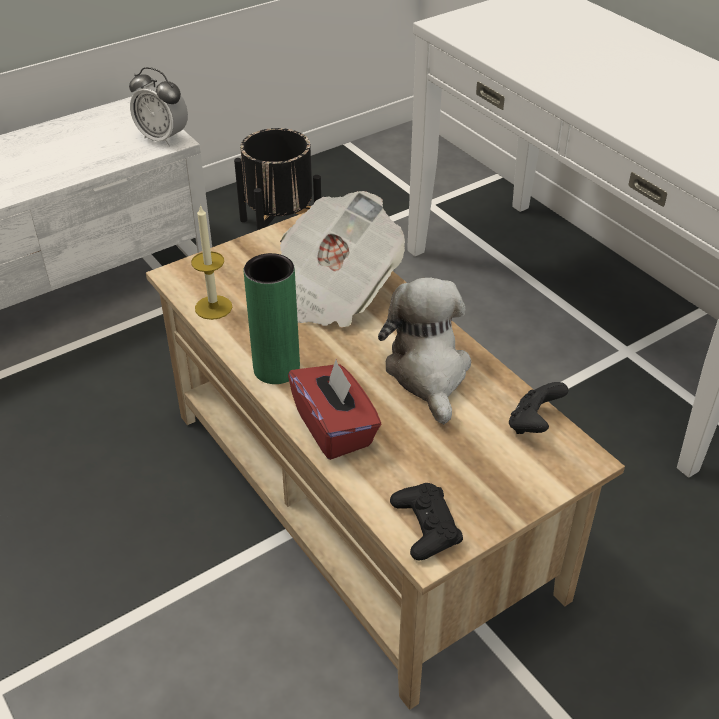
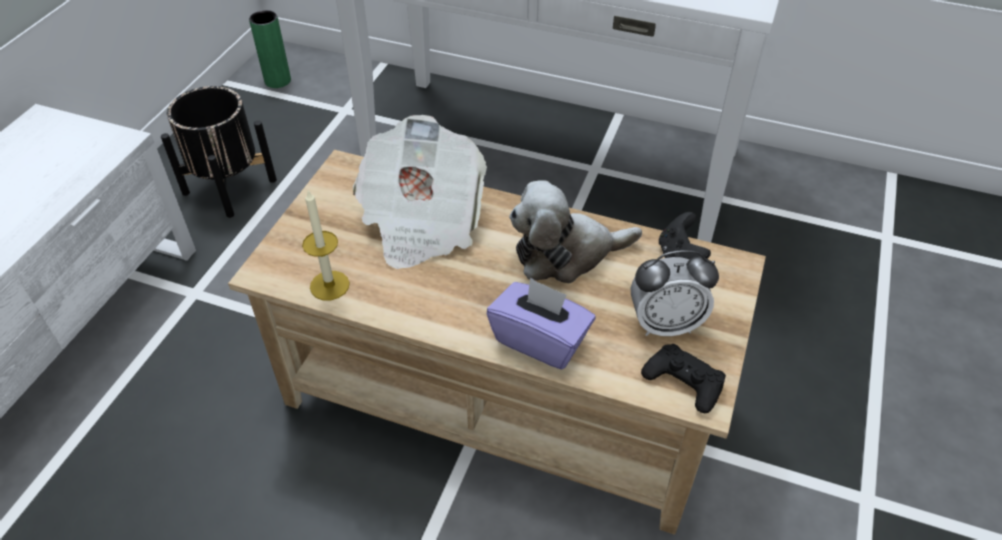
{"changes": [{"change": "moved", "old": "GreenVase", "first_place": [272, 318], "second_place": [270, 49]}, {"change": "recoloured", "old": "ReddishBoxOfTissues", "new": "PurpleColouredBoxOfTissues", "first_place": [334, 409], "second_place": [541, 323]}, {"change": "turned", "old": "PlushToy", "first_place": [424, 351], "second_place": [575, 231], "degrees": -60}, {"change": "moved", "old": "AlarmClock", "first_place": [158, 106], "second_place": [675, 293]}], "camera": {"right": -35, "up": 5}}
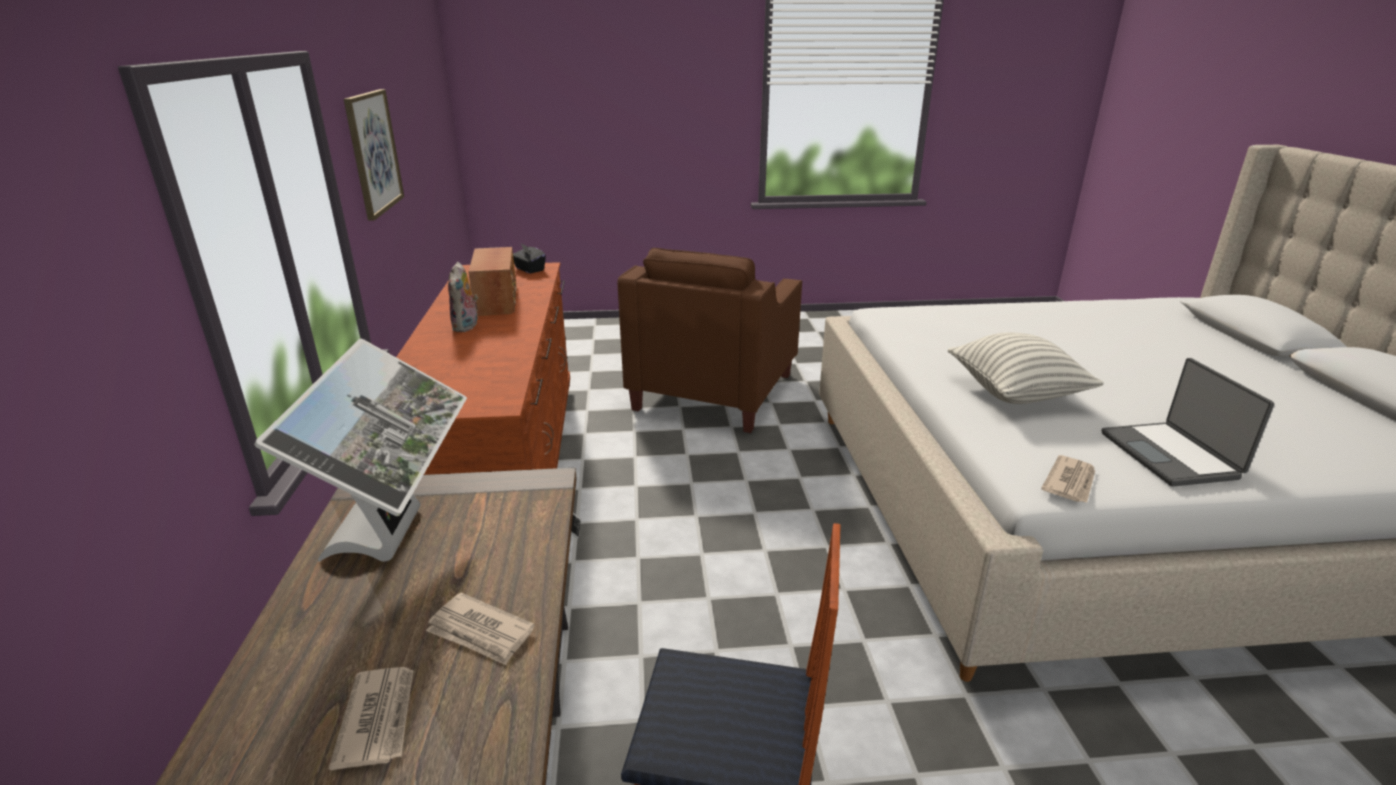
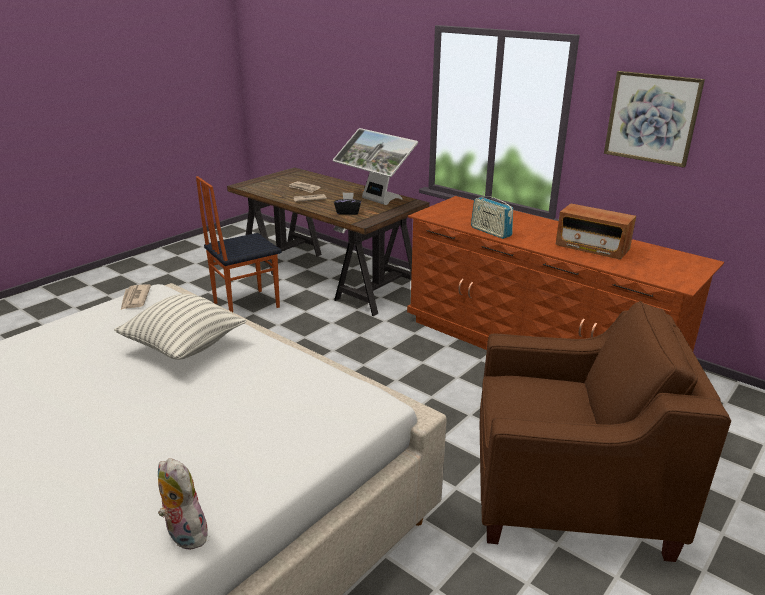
{"changes": [{"change": "moved", "old": "PlushToy", "first_place": [463, 297], "second_place": [185, 504]}, {"change": "moved", "old": "BlackColouredBoxOfTissues", "first_place": [529, 259], "second_place": [347, 203]}, {"change": "added", "new": "RadioSet", "second_place": [492, 215]}, {"change": "turned", "old": "BrownishEasyChair", "first_place": [709, 340], "second_place": [605, 431], "degrees": 120}, {"change": "removed", "old": "Laptop", "first_place": [1187, 422]}], "camera": {"right": 135, "up": 0}}
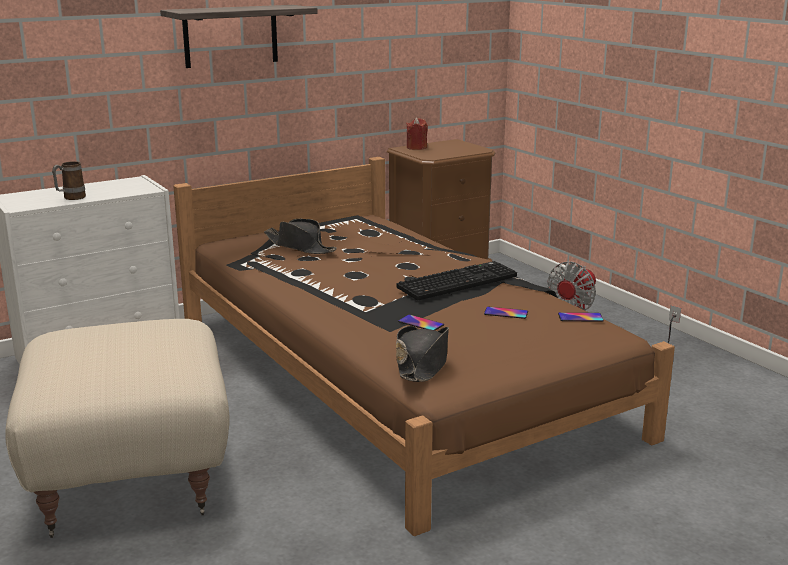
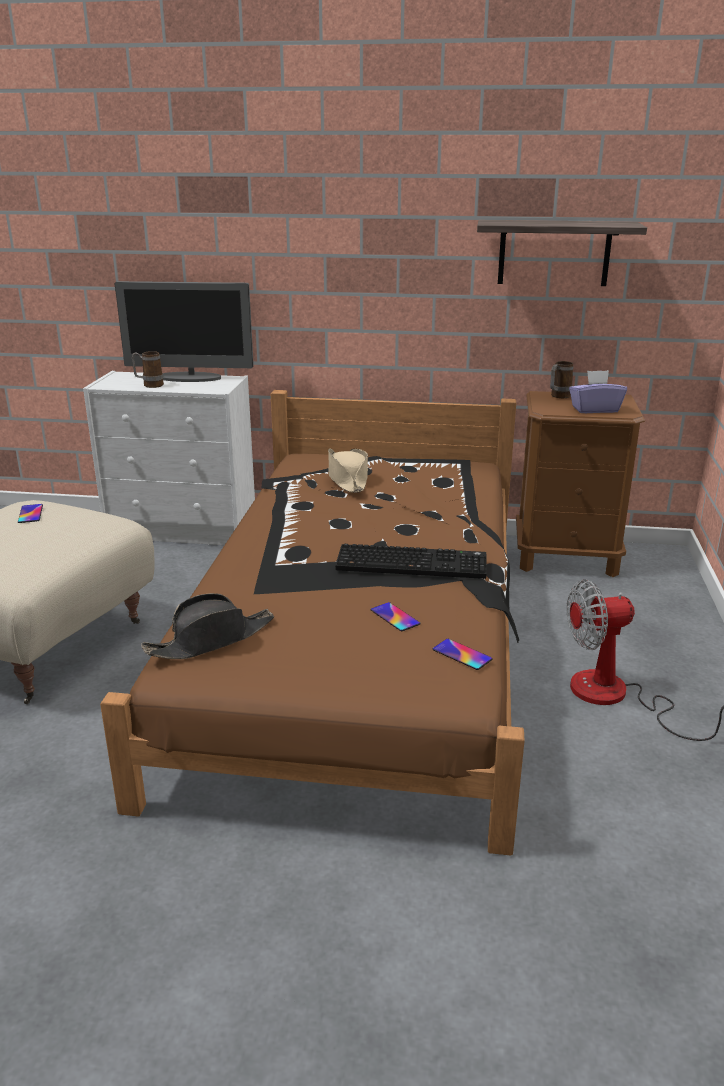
{"changes": [{"change": "moved", "old": "Telephone", "first_place": [421, 323], "second_place": [30, 513]}, {"change": "added", "new": "Monitor", "second_place": [184, 331]}, {"change": "recoloured", "old": "BlackColouredClothingHat", "new": "SandColouredClothingHat", "first_place": [300, 236], "second_place": [348, 471]}, {"change": "moved", "old": "BracketShelf", "first_place": [238, 36], "second_place": [562, 253]}, {"change": "replaced", "old": "ReddishWaxCandle", "new": "TeaMug", "first_place": [417, 133], "second_place": [561, 379]}, {"change": "added", "new": "PurpleColouredBoxOfTissues", "second_place": [598, 391]}], "camera": {"right": 40, "up": 5}}
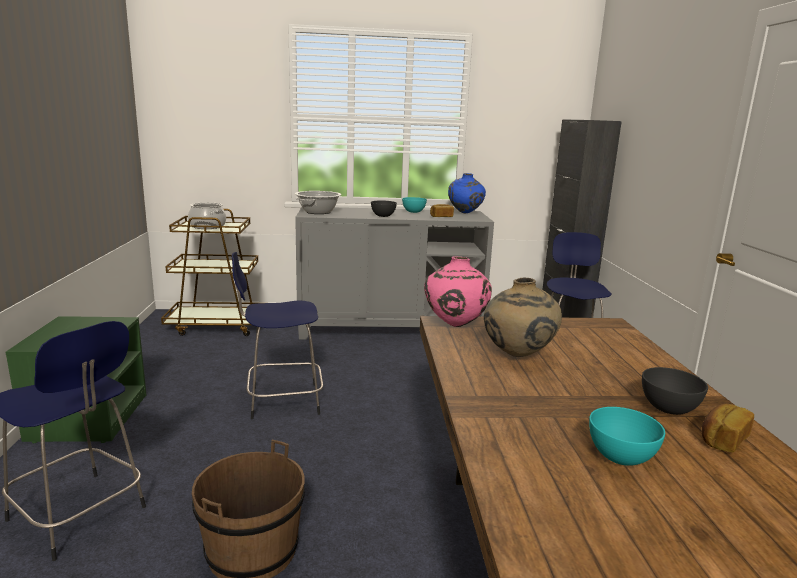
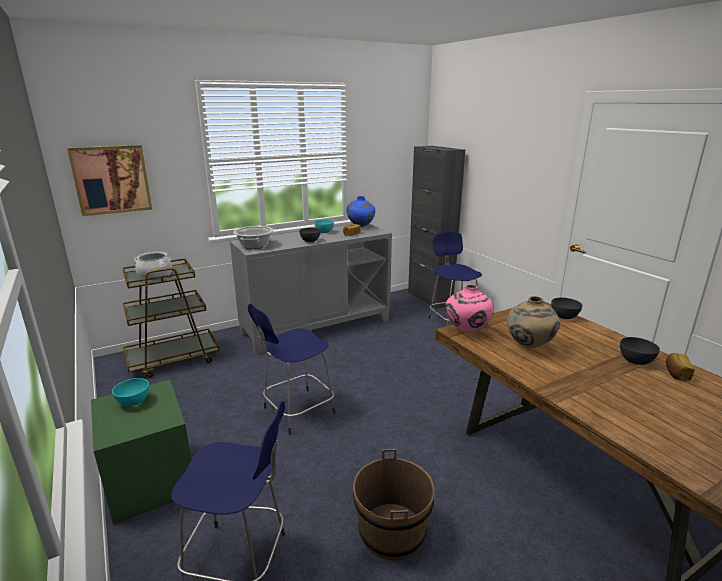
{"changes": [{"change": "added", "new": "Picture", "second_place": [109, 180]}, {"change": "moved", "old": "BlueGreenServingBowl", "first_place": [627, 436], "second_place": [130, 392]}, {"change": "added", "new": "GreyishServingBowl", "second_place": [566, 308]}], "camera": {"right": -25, "up": 5}}
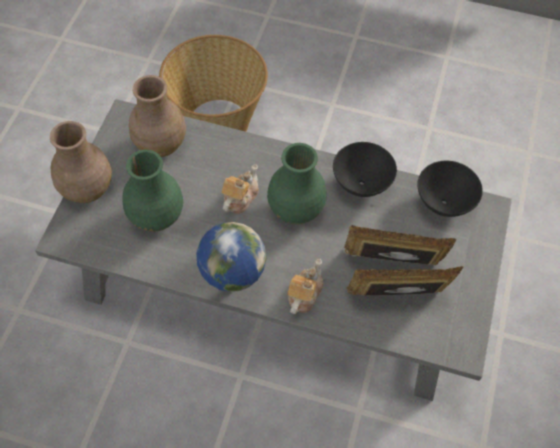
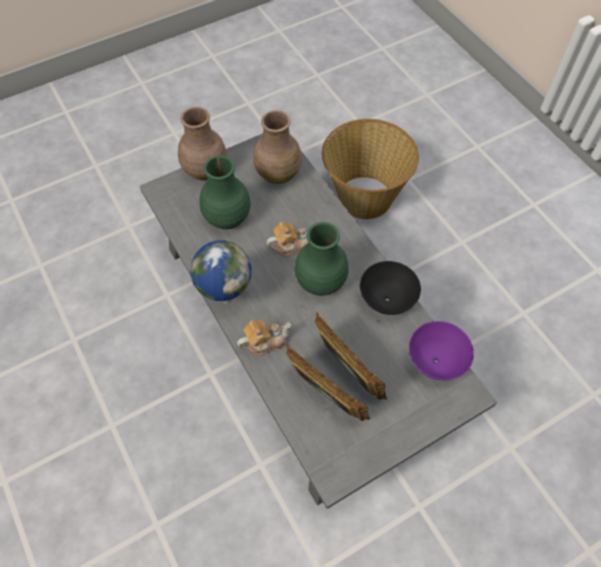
{"changes": [{"change": "recoloured", "old": "BlackColouredServingBowl", "new": "PurpleColouredServingBowl", "first_place": [450, 189], "second_place": [441, 350]}], "camera": {"right": 45, "up": 0}}
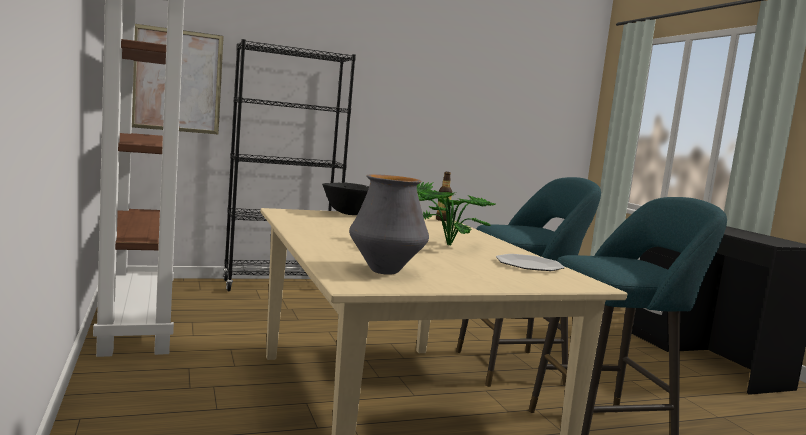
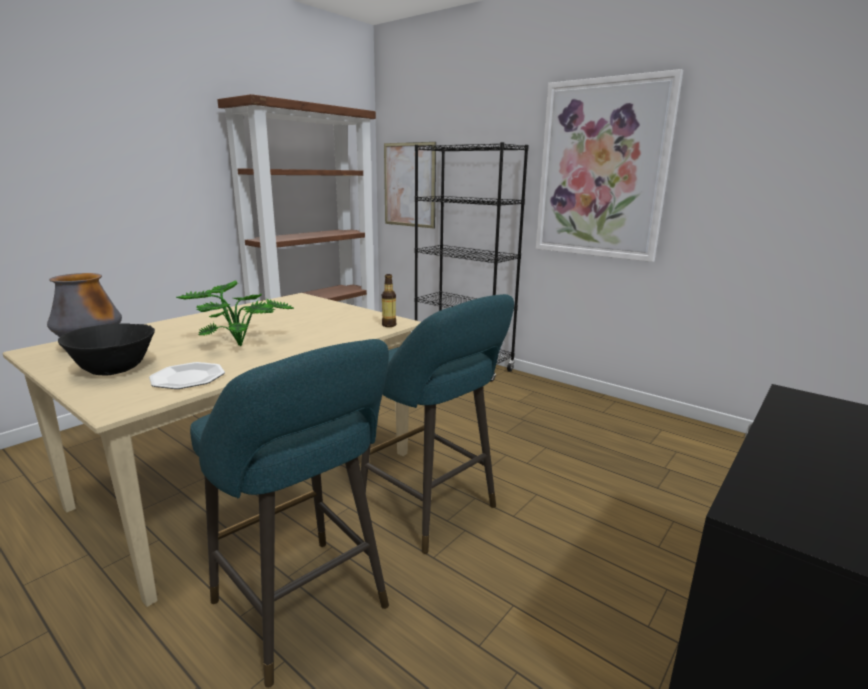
{"changes": [{"change": "moved", "old": "BlackColouredServingBowl", "first_place": [345, 199], "second_place": [106, 349]}, {"change": "added", "new": "Picture", "second_place": [609, 165]}], "camera": {"right": 60, "up": 10}}
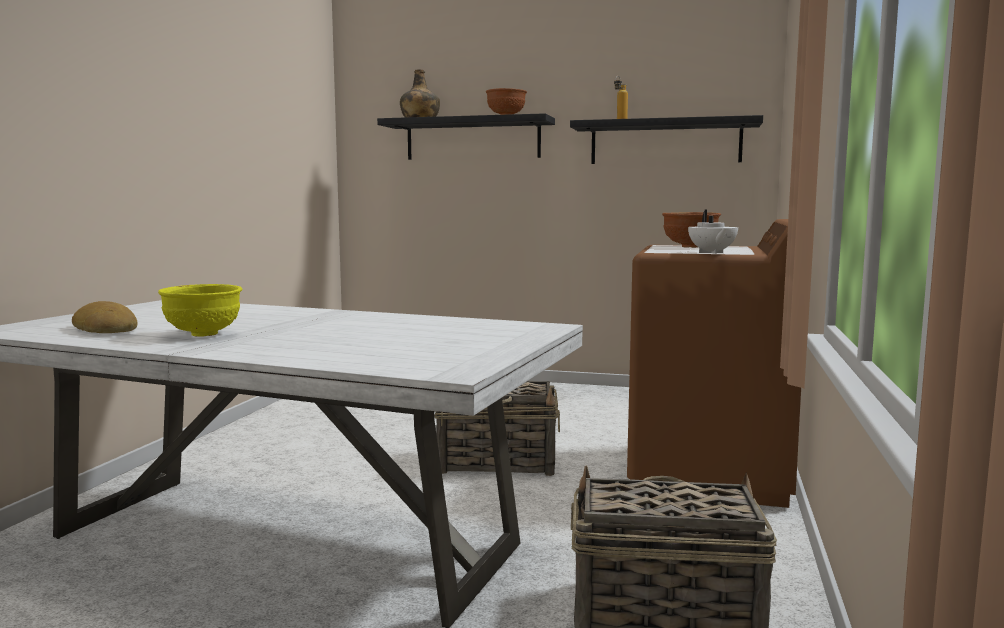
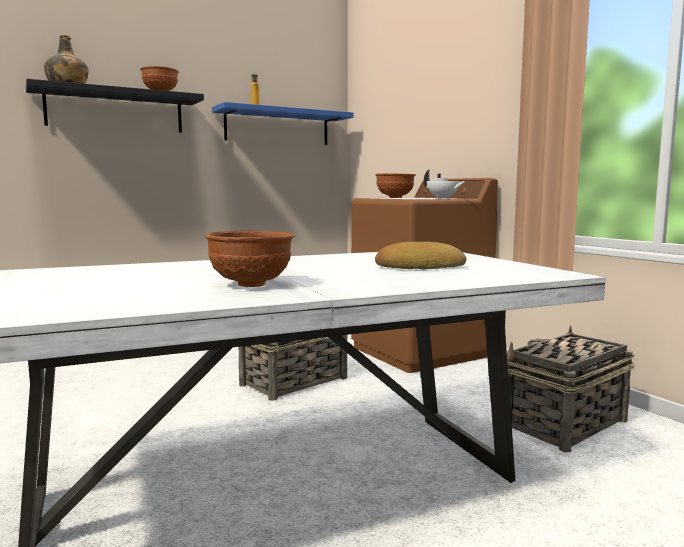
{"changes": [{"change": "recoloured", "old": "YellowColouredServingBowl", "new": "BrownishServingBowl", "first_place": [200, 310], "second_place": [250, 259]}, {"change": "recoloured", "old": "BlackColouredBracketShelf", "new": "BluishBracketShelf", "first_place": [666, 139], "second_place": [283, 123]}, {"change": "moved", "old": "BakedBread", "first_place": [105, 317], "second_place": [421, 255]}], "camera": {"right": -45, "up": 0}}
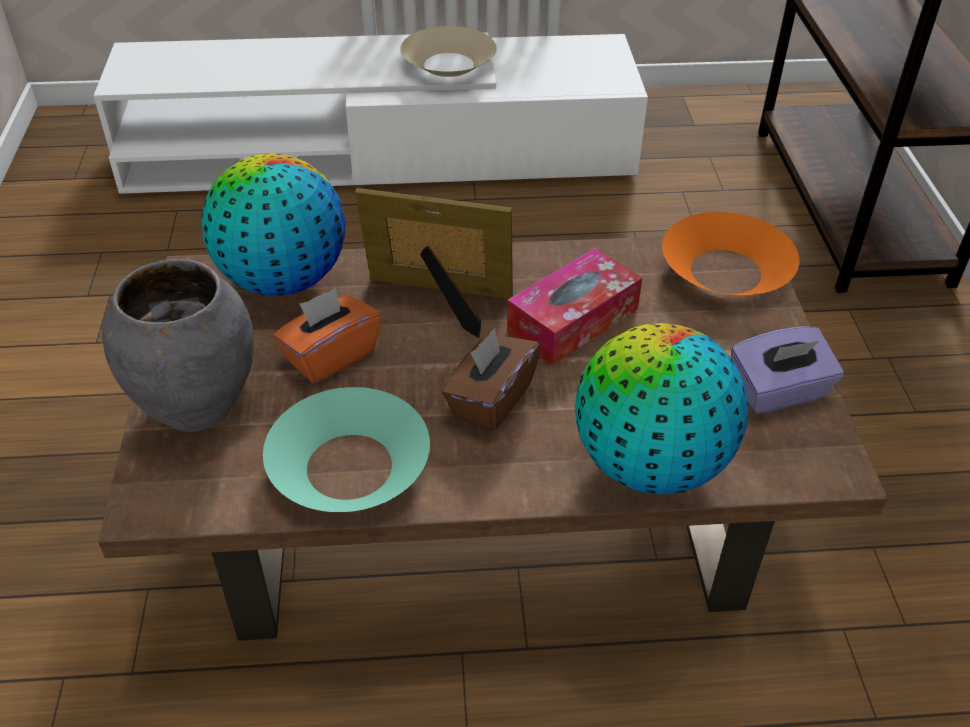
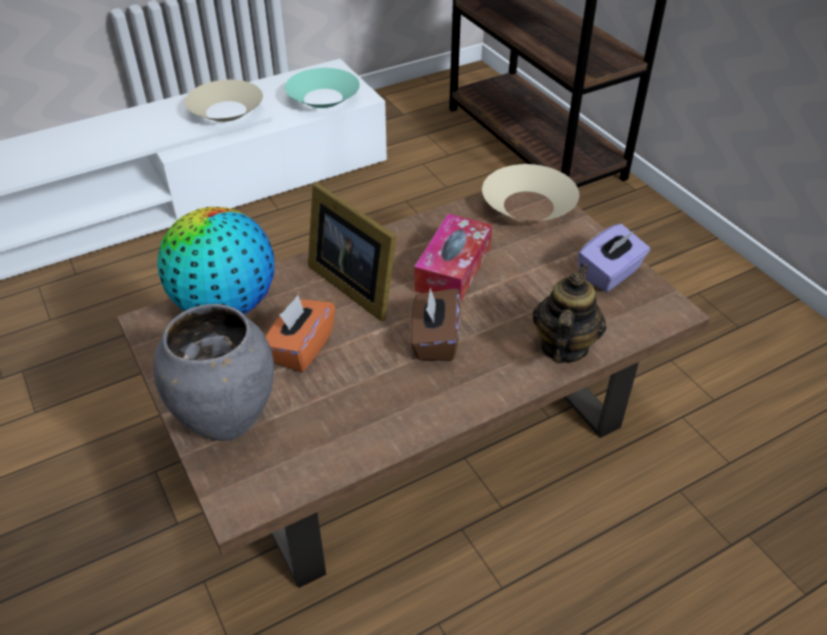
{"changes": [{"change": "moved", "old": "BlueGreenServingBowl", "first_place": [346, 449], "second_place": [322, 88]}, {"change": "turned", "old": "PictureFrame", "first_place": [434, 263], "second_place": [352, 252], "degrees": -120}, {"change": "recoloured", "old": "OrangeColouredServingBowl", "new": "SandColouredServingBowl", "first_place": [730, 253], "second_place": [530, 192]}, {"change": "replaced", "old": "Globe", "new": "TeaPot", "first_place": [661, 409], "second_place": [569, 313]}], "camera": {"right": -25, "up": 0}}
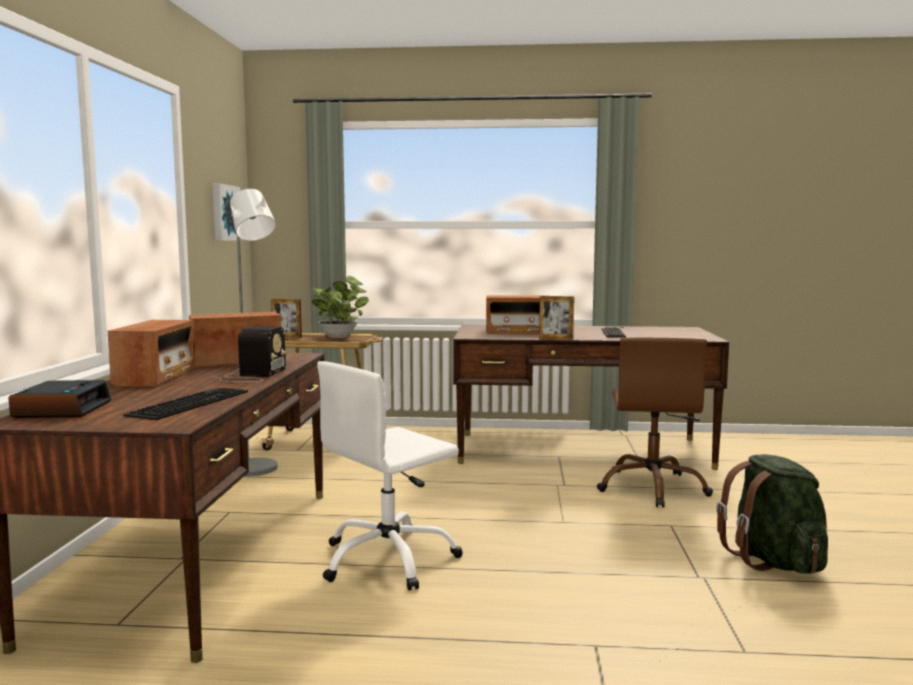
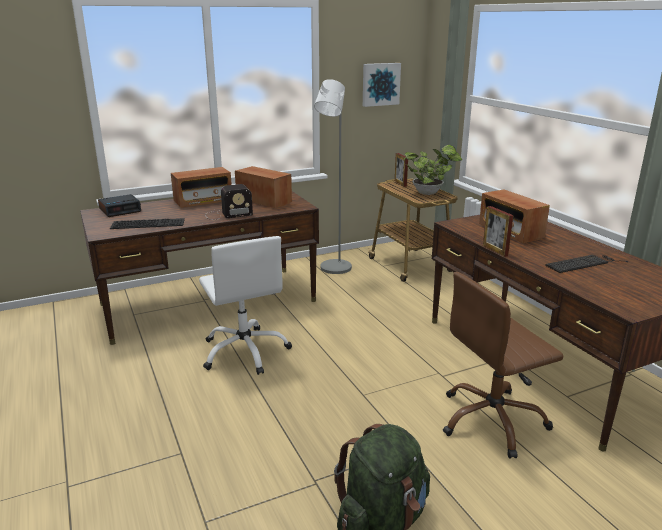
{"changes": [{"change": "turned", "old": "WhiteDeskChair", "first_place": [390, 476], "second_place": [245, 305], "degrees": -135}], "camera": {"right": 60, "up": 15}}
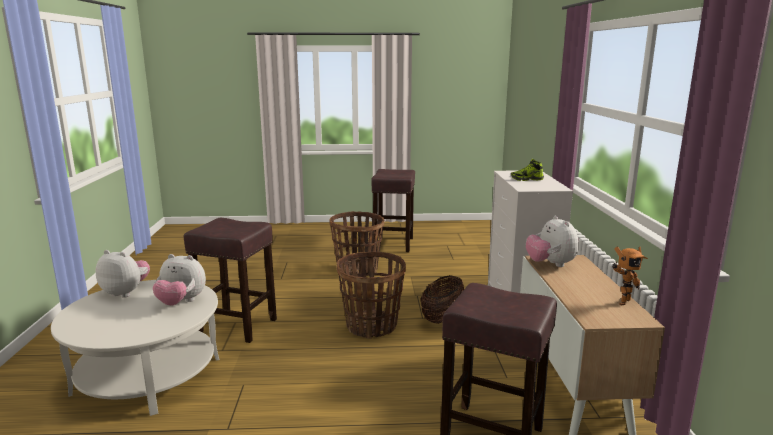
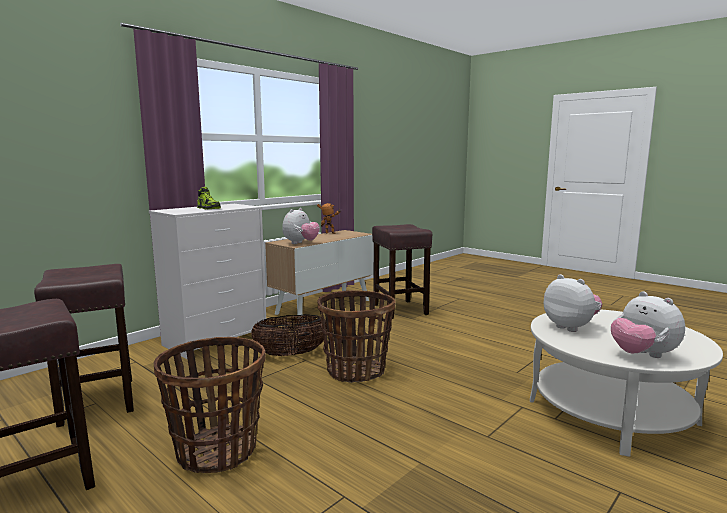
{"changes": [{"change": "moved", "old": "BrownishStoolSeat", "first_place": [230, 280], "second_place": [84, 345]}], "camera": {"right": -135, "up": -5}}
